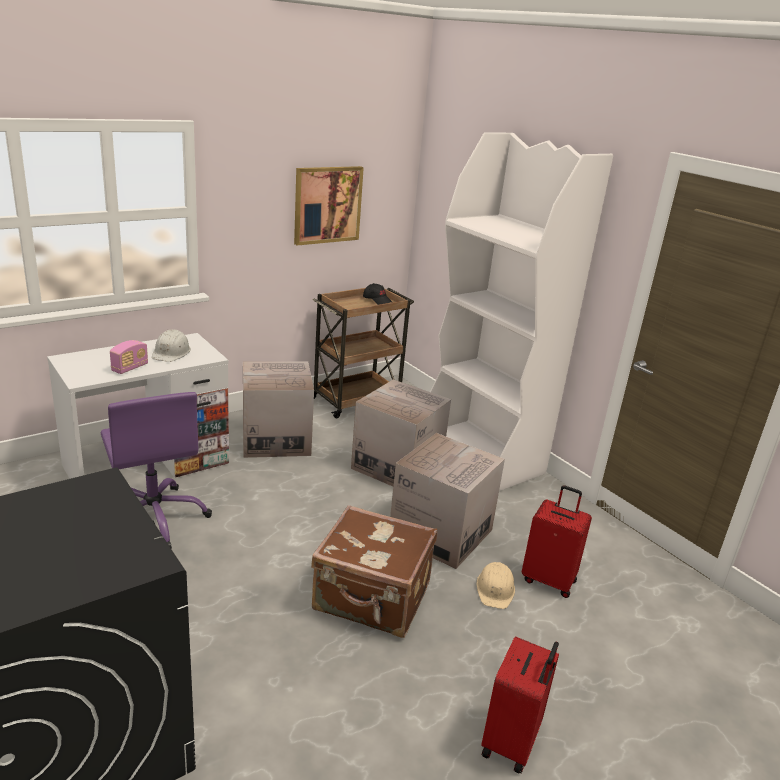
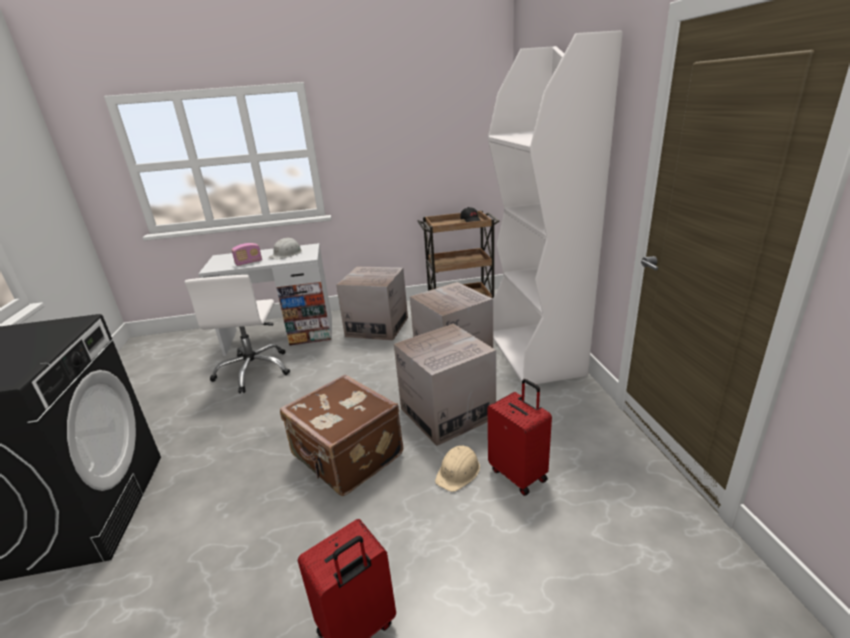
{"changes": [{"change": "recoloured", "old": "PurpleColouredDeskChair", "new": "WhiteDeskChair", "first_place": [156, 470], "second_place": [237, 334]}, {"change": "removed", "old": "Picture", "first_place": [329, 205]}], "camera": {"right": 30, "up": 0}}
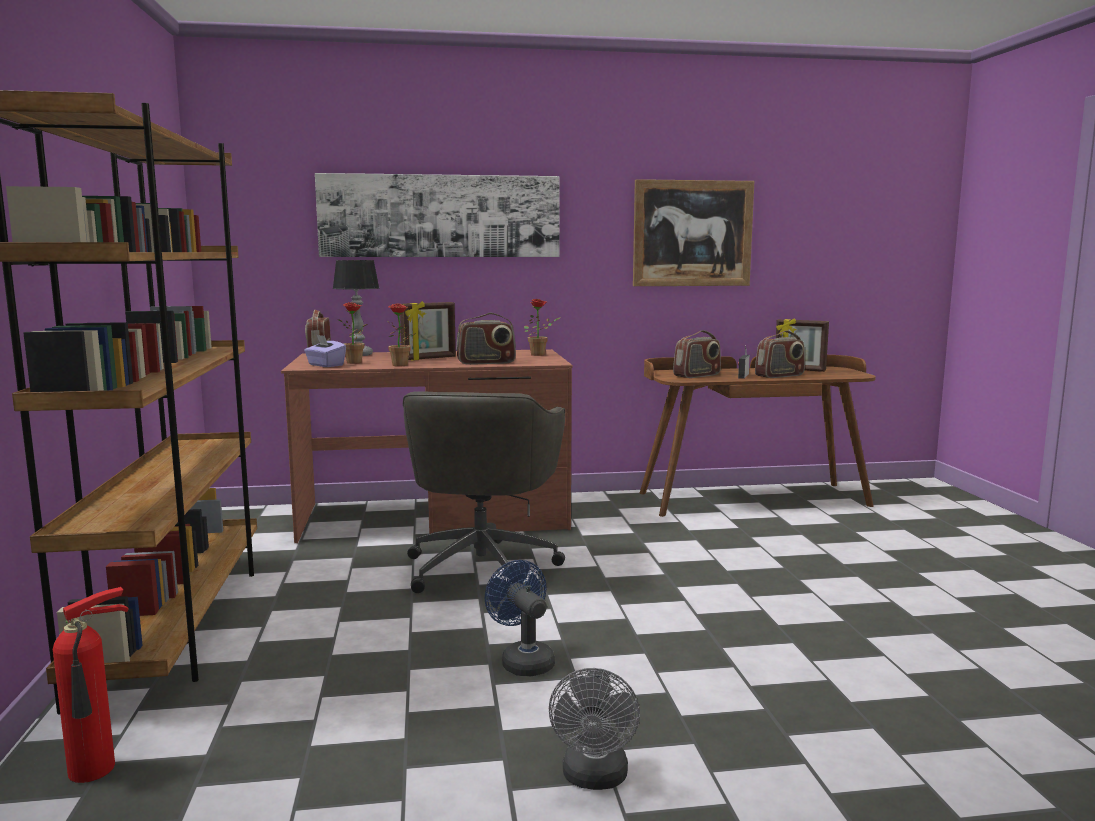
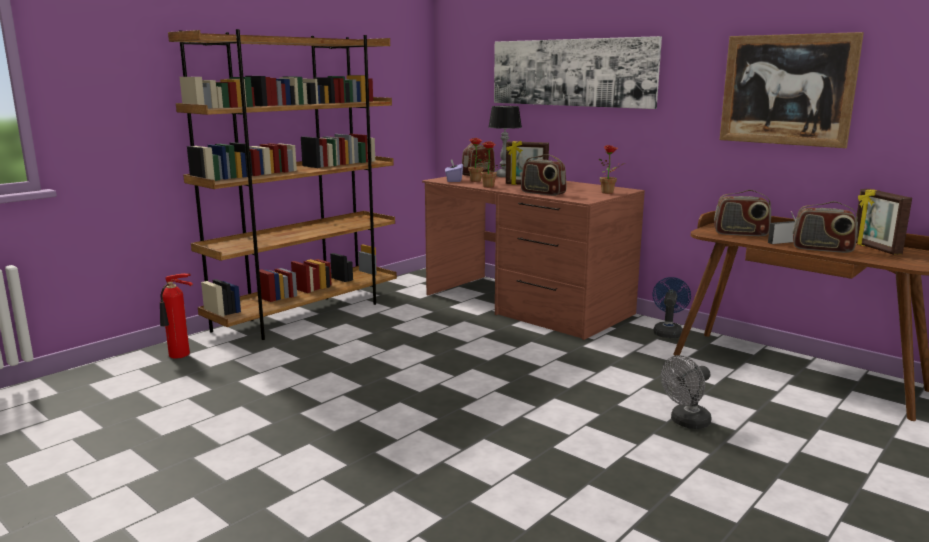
{"changes": [{"change": "moved", "old": "BluishFan", "first_place": [520, 618], "second_place": [672, 307]}, {"change": "moved", "old": "GreyishFan", "first_place": [594, 729], "second_place": [686, 392]}, {"change": "removed", "old": "GreyishDeskChair", "first_place": [484, 492]}], "camera": {"right": 50, "up": 5}}
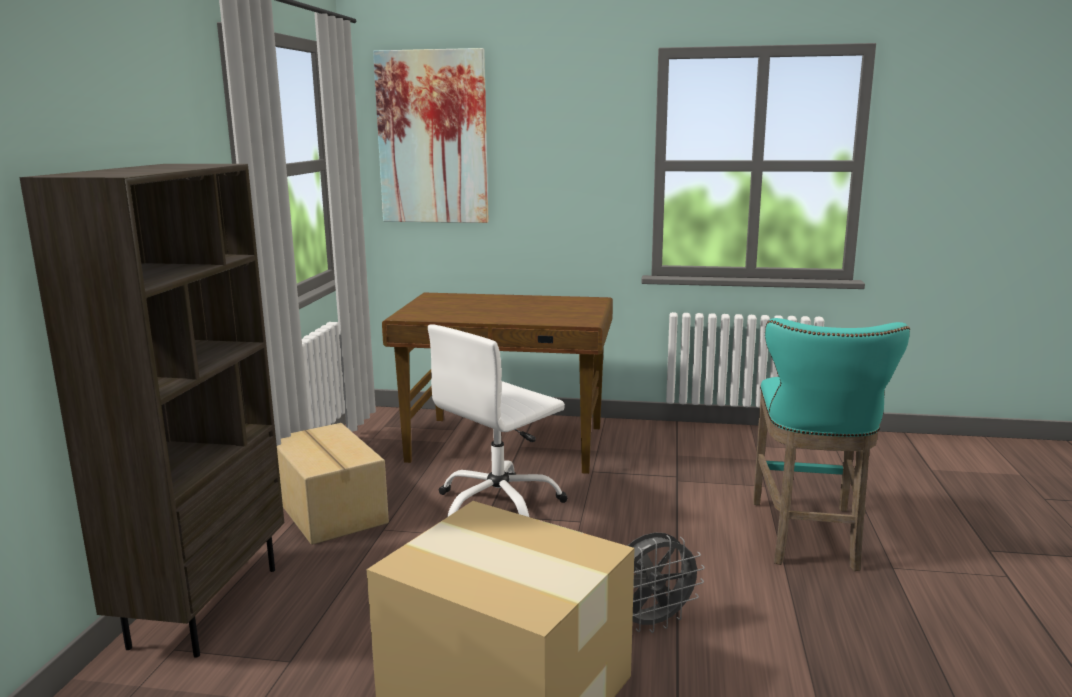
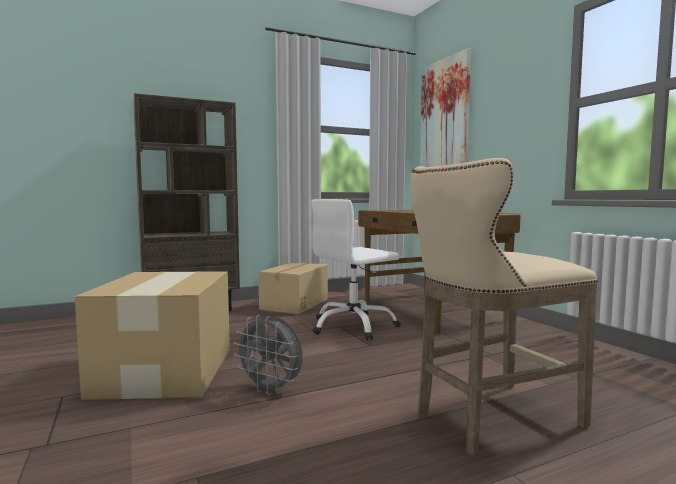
{"changes": [{"change": "turned", "old": "WhiteDeskChair", "first_place": [497, 420], "second_place": [356, 269], "degrees": -45}, {"change": "recoloured", "old": "BlueGreenStoolSeat", "new": "SandColouredStoolSeat", "first_place": [831, 444], "second_place": [504, 307]}], "camera": {"right": 55, "up": -10}}
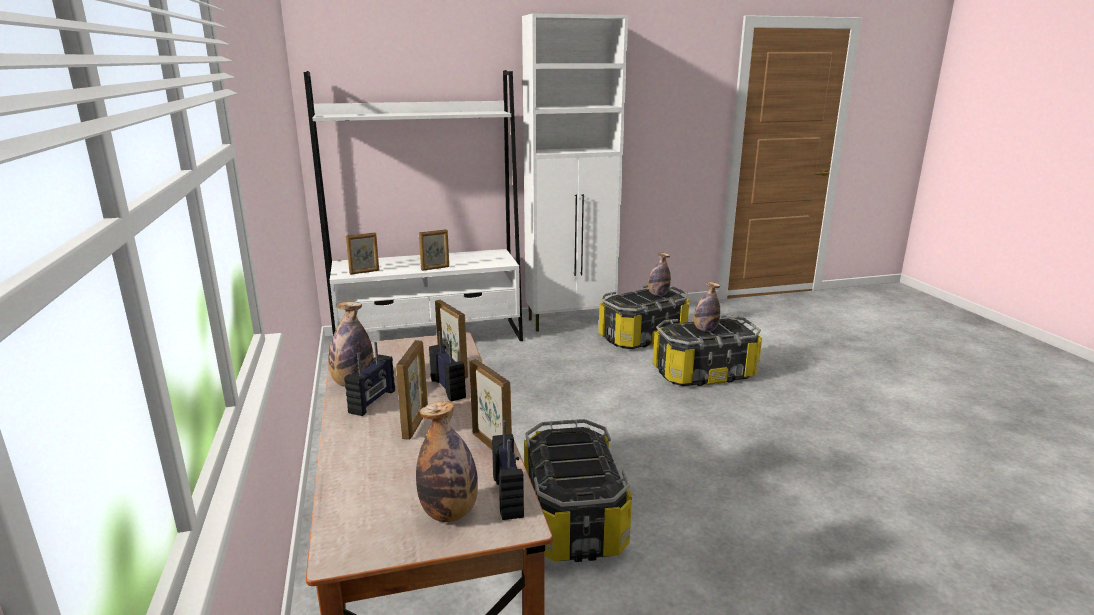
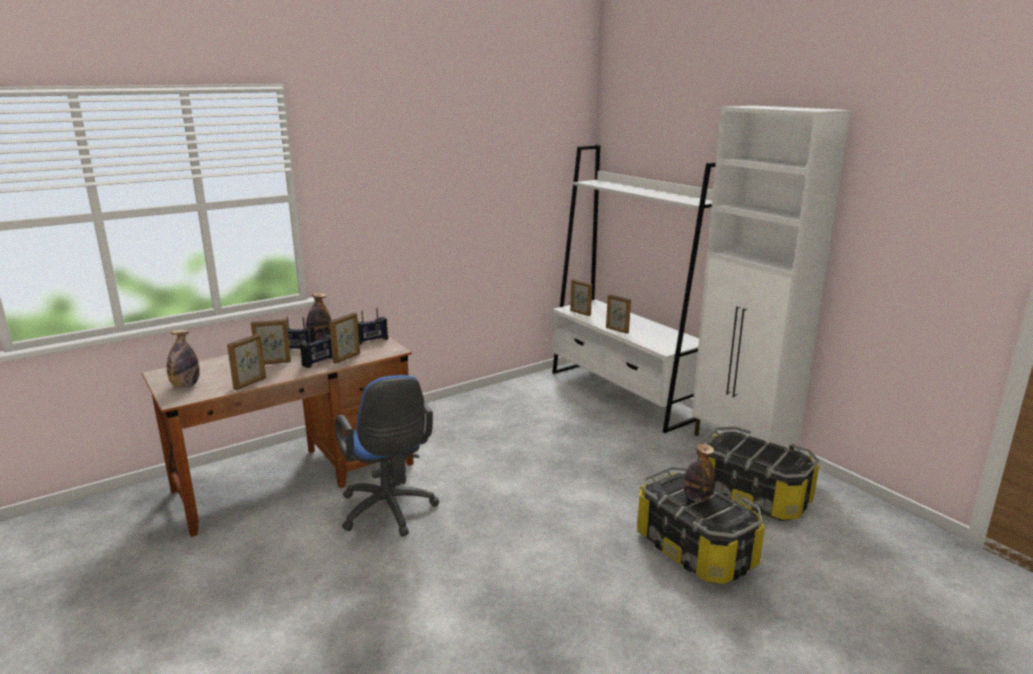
{"changes": [{"change": "replaced", "old": "StorageContainer", "new": "BluishDeskChair", "first_place": [578, 490], "second_place": [387, 456]}, {"change": "moved", "old": "RadioSet", "first_place": [508, 470], "second_place": [373, 326]}, {"change": "removed", "old": "Bottle", "first_place": [659, 274]}], "camera": {"right": 70, "up": 0}}
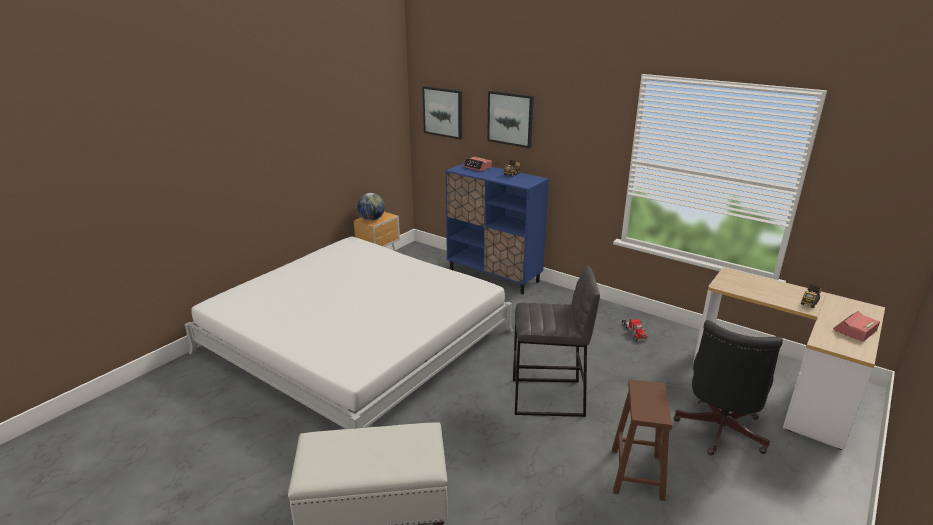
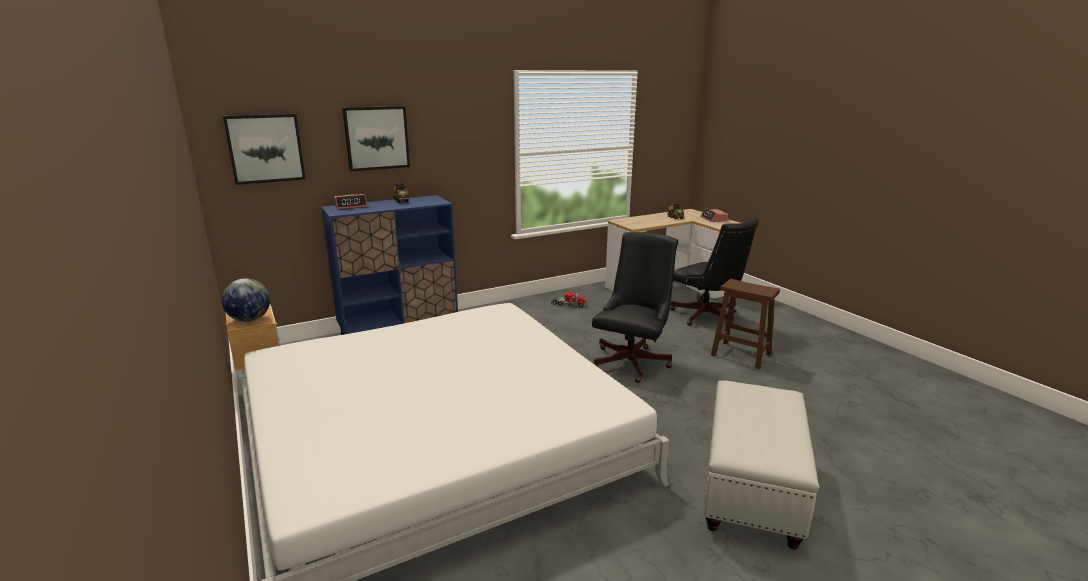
{"changes": [{"change": "replaced", "old": "GreyishStoolSeat", "new": "BlackColouredDeskChair", "first_place": [556, 341], "second_place": [635, 307]}], "camera": {"right": -65, "up": -5}}
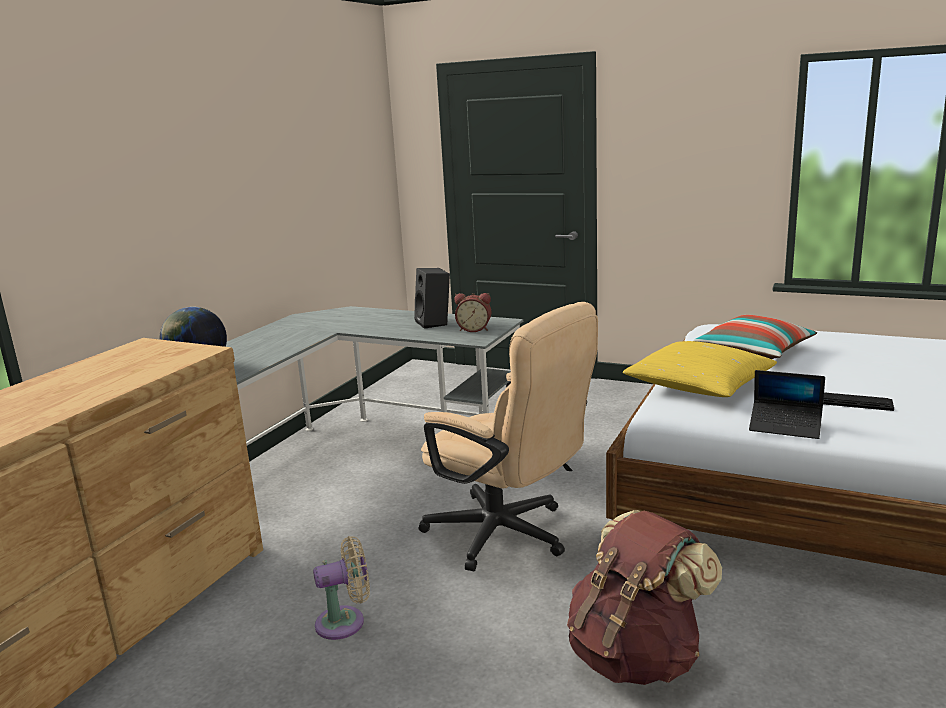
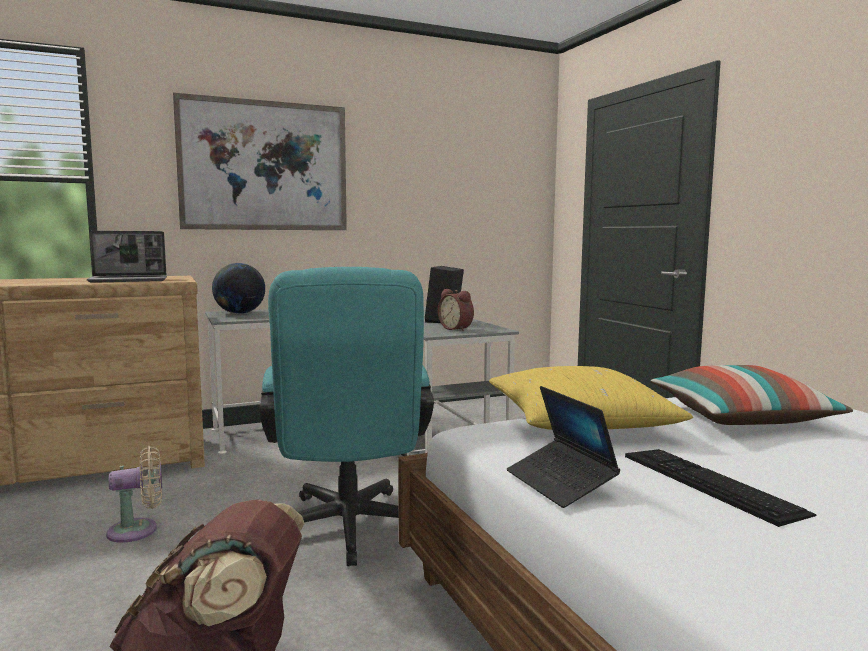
{"changes": [{"change": "added", "new": "Laptop", "second_place": [127, 257]}, {"change": "turned", "old": "SandColouredFan", "first_place": [341, 588], "second_place": [134, 494], "degrees": -45}, {"change": "added", "new": "Picture", "second_place": [260, 161]}, {"change": "recoloured", "old": "SandColouredDeskChair", "new": "BlueGreenDeskChair", "first_place": [508, 436], "second_place": [347, 416]}], "camera": {"right": 40, "up": -10}}
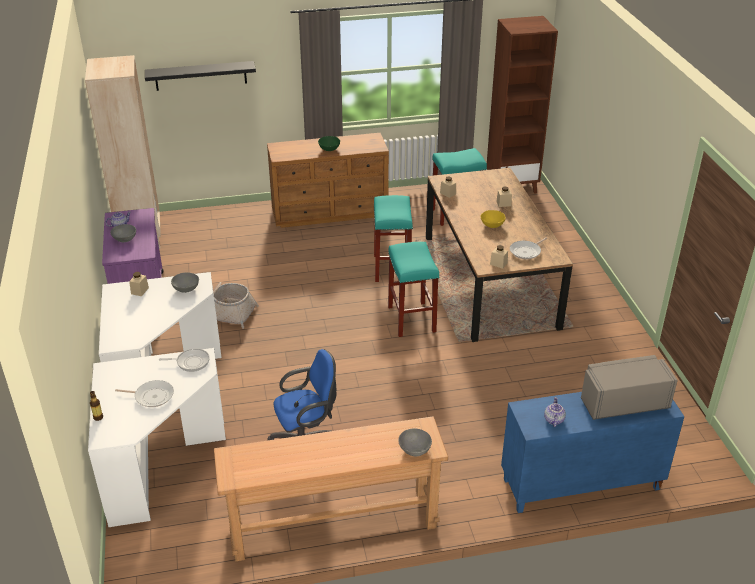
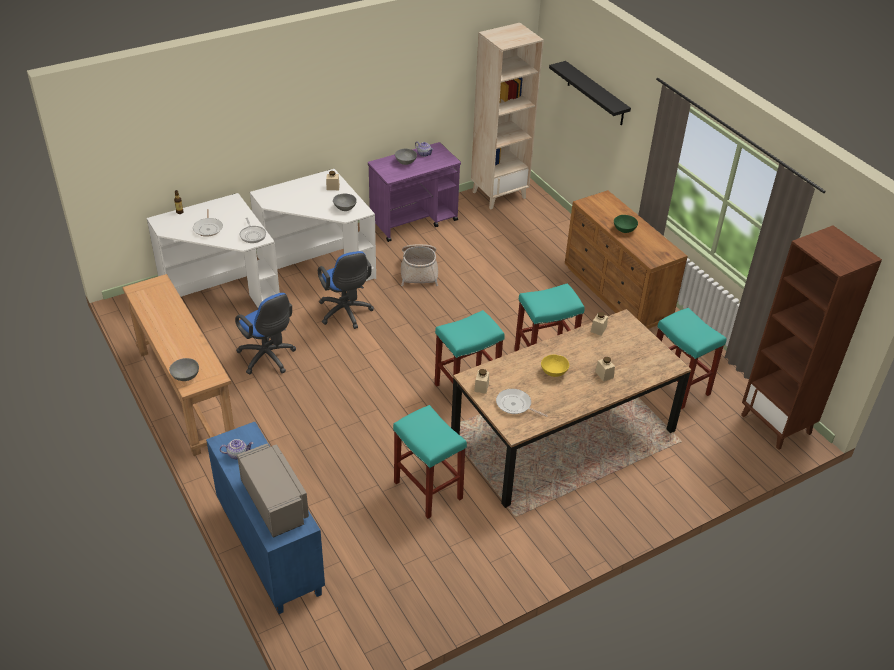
{"changes": [{"change": "added", "new": "BluishDeskChair", "second_place": [346, 290]}, {"change": "added", "new": "BlueGreenStoolSeat", "second_place": [430, 462]}], "camera": {"right": 70, "up": 5}}
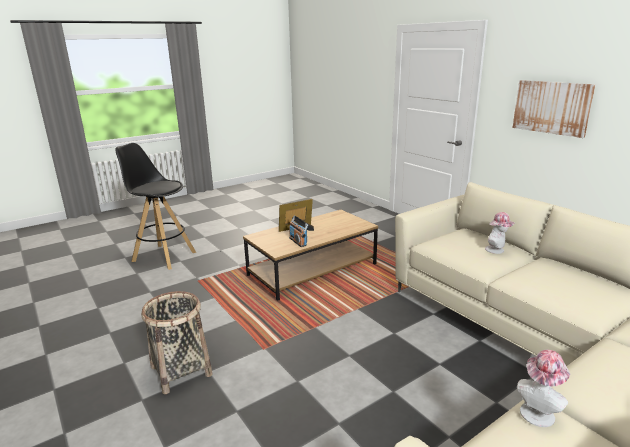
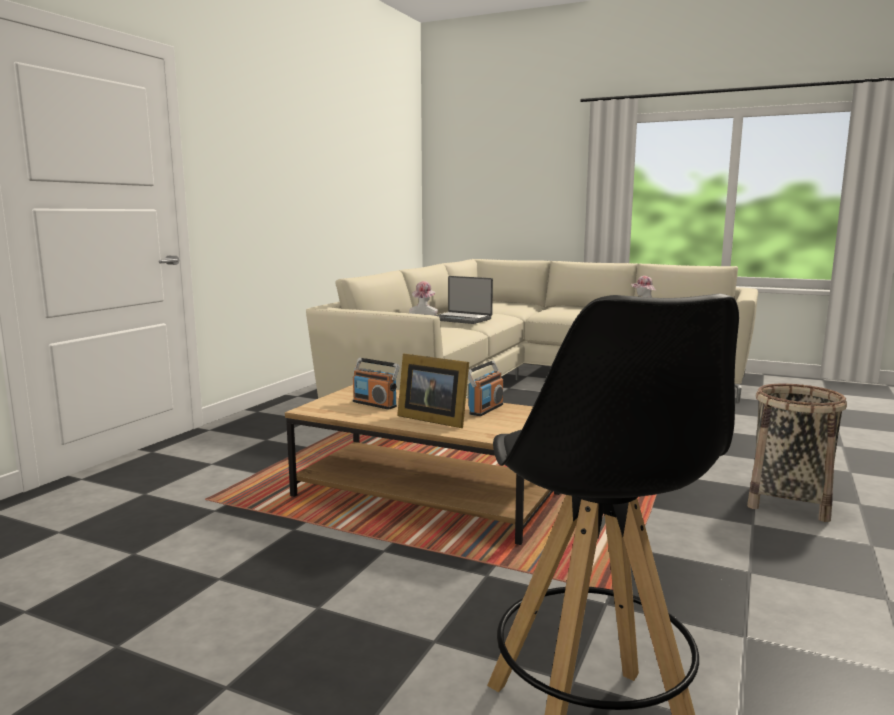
{"changes": [{"change": "added", "new": "RadioSet", "second_place": [376, 384]}, {"change": "added", "new": "Laptop", "second_place": [464, 300]}, {"change": "removed", "old": "Picture", "first_place": [554, 109]}], "camera": {"right": -120, "up": -10}}
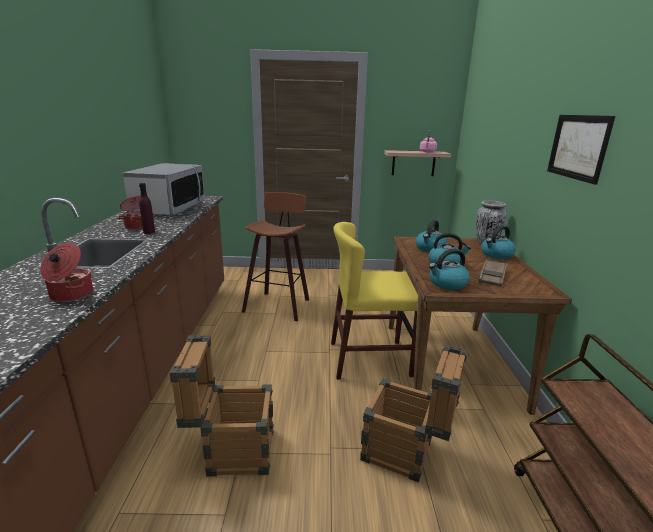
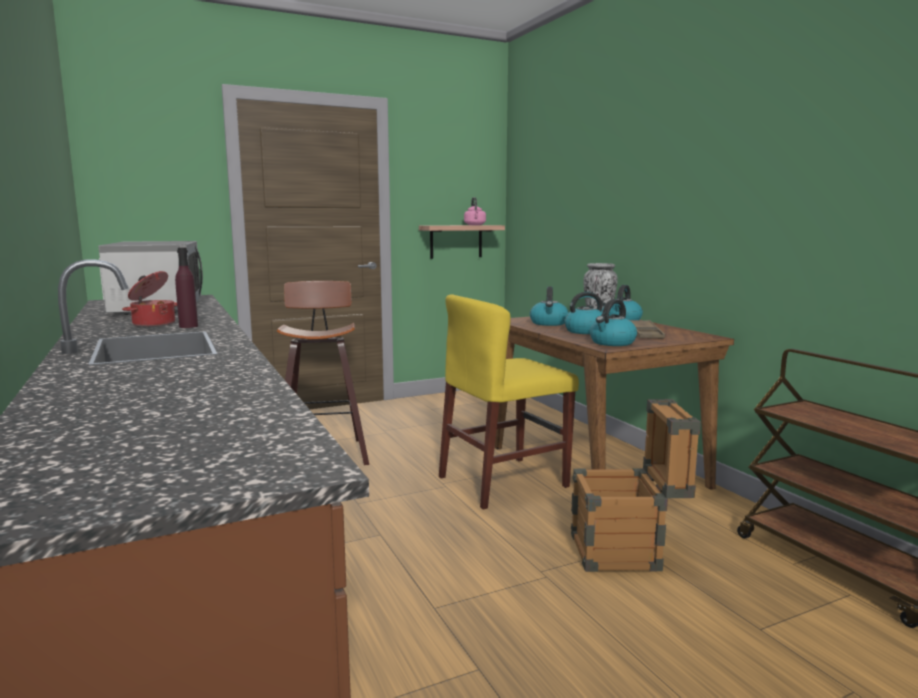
{"changes": [{"change": "removed", "old": "Saucepot", "first_place": [66, 272]}, {"change": "removed", "old": "PackingCrate", "first_place": [222, 405]}, {"change": "removed", "old": "Picture", "first_place": [581, 150]}], "camera": {"right": -25, "up": -10}}
